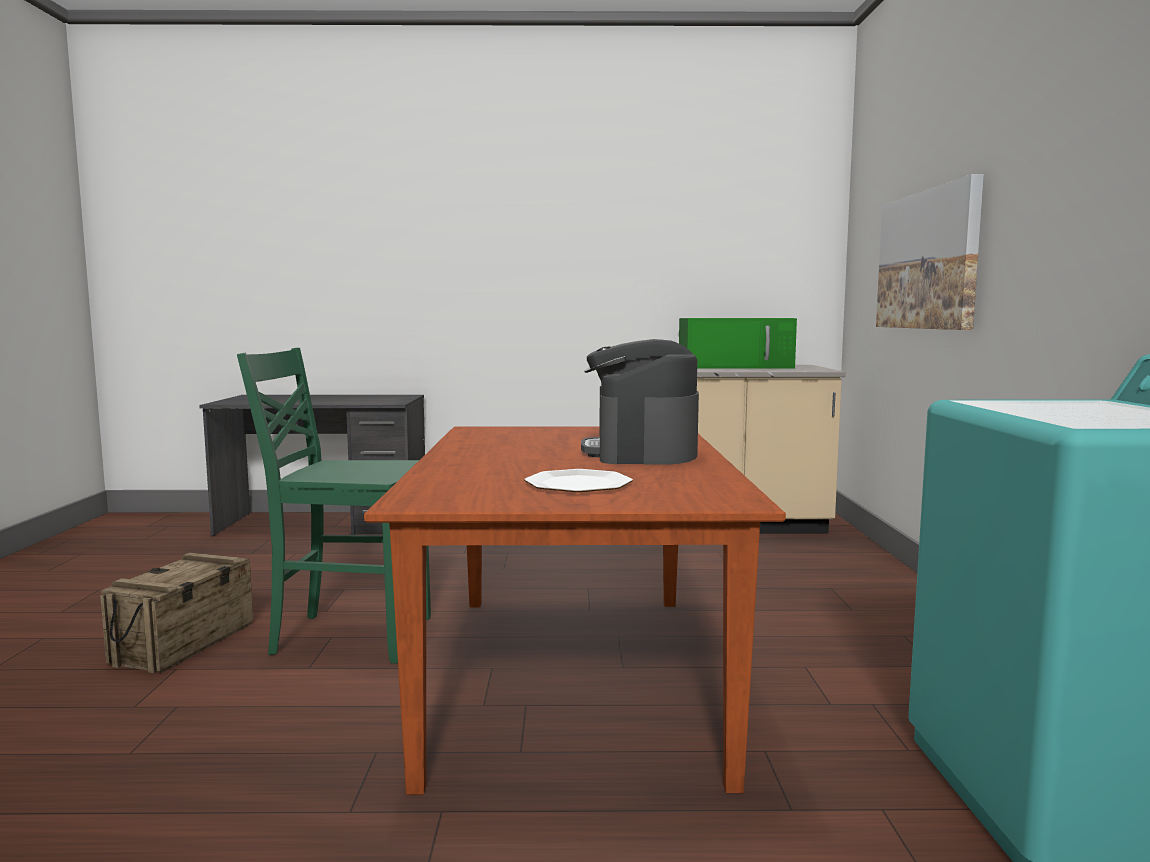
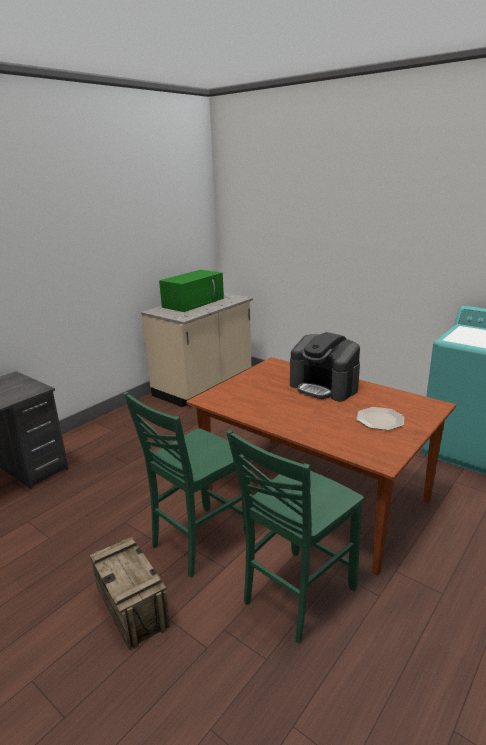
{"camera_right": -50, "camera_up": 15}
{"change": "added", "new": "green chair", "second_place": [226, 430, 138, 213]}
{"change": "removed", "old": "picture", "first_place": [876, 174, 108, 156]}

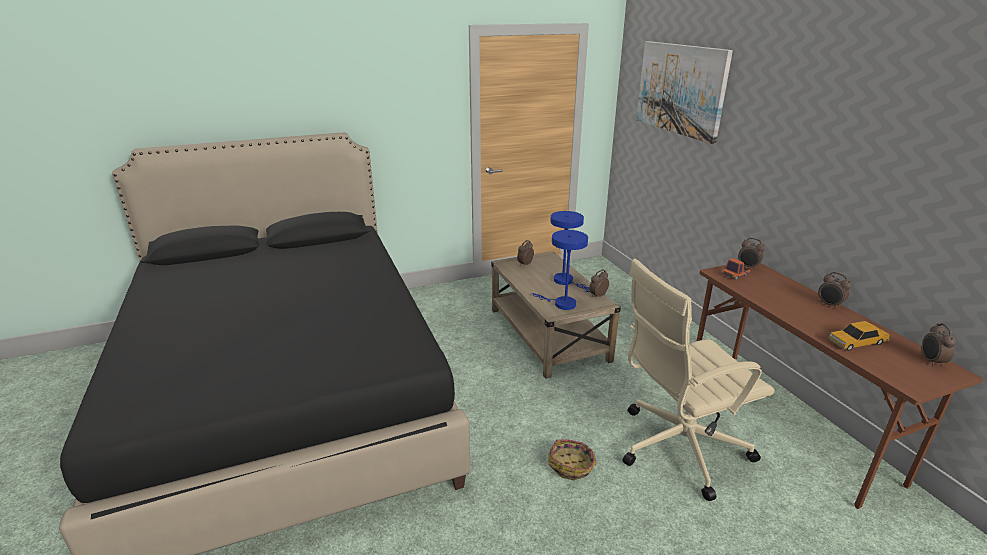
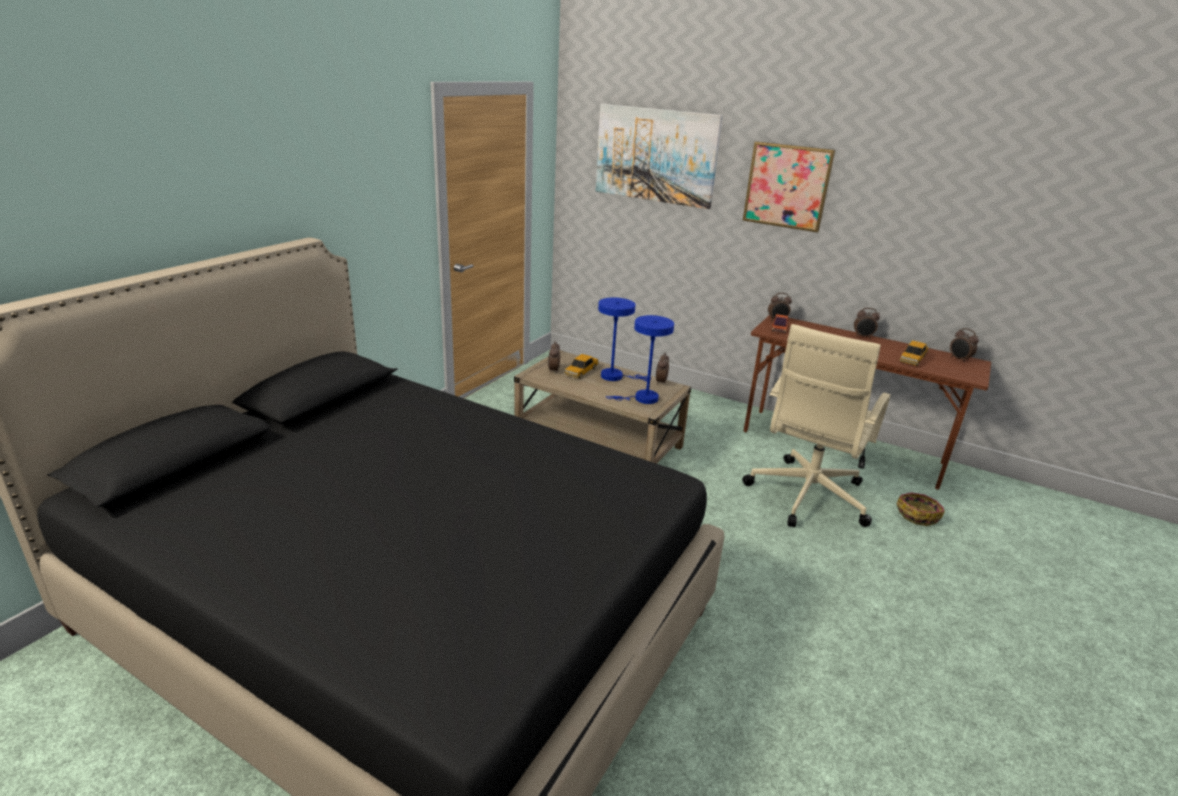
{"camera_right": -40, "camera_up": 0}
{"change": "added", "new": "toy car", "second_place": [564, 354, 35, 25]}
{"change": "added", "new": "picture", "second_place": [743, 141, 92, 92]}
{"change": "moved", "old": "basket", "first_place": [549, 440, 48, 40], "second_place": [897, 492, 48, 34]}

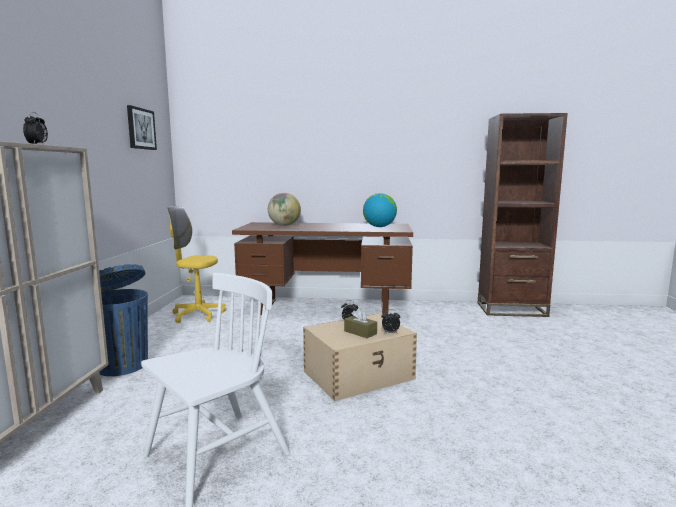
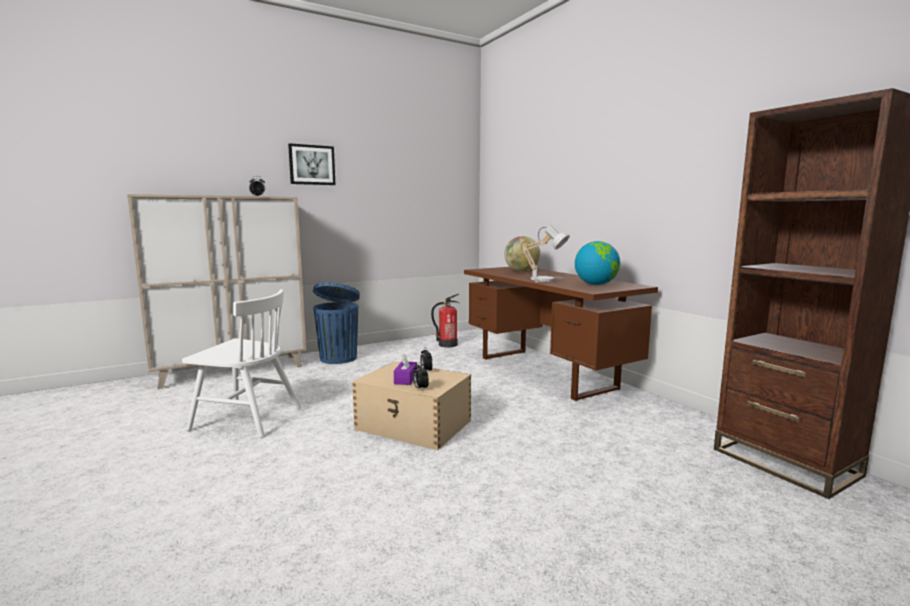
{"camera_right": 55, "camera_up": 0}
{"change": "moved", "old": "picture", "first_place": [127, 105, 30, 45], "second_place": [288, 143, 48, 42]}
{"change": "recoloured", "old": "brown tissue box", "new": "purple tissue box", "first_place": [344, 308, 33, 30], "second_place": [394, 354, 23, 31]}
{"change": "replaced", "old": "yellow office chair", "new": "fire extinguisher", "first_place": [167, 206, 58, 117], "second_place": [431, 294, 28, 53]}
{"change": "added", "new": "table lamp", "second_place": [521, 225, 49, 57]}

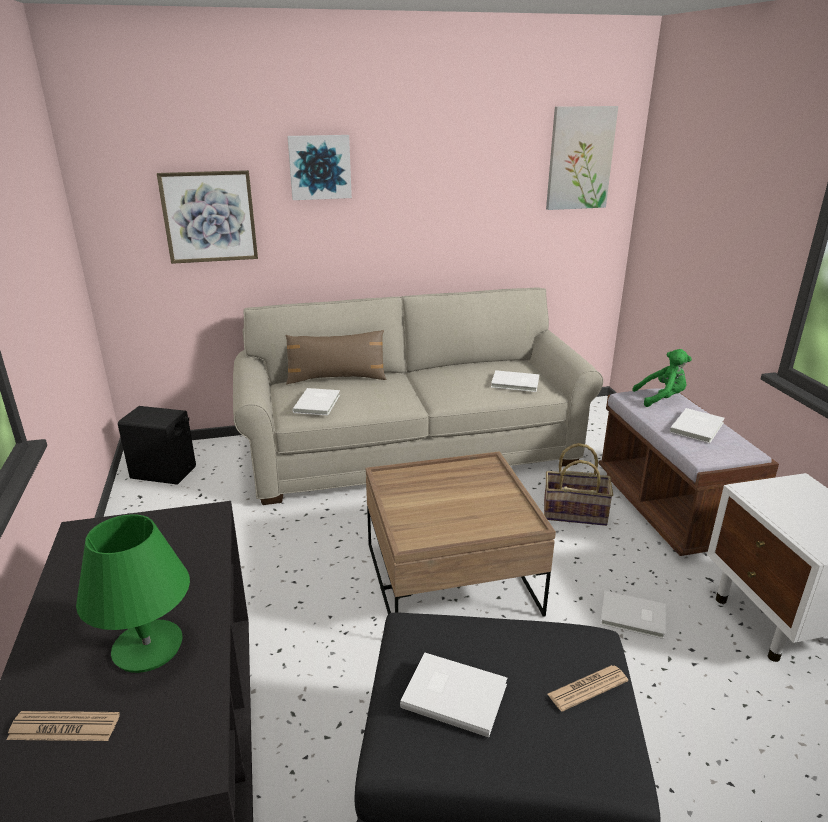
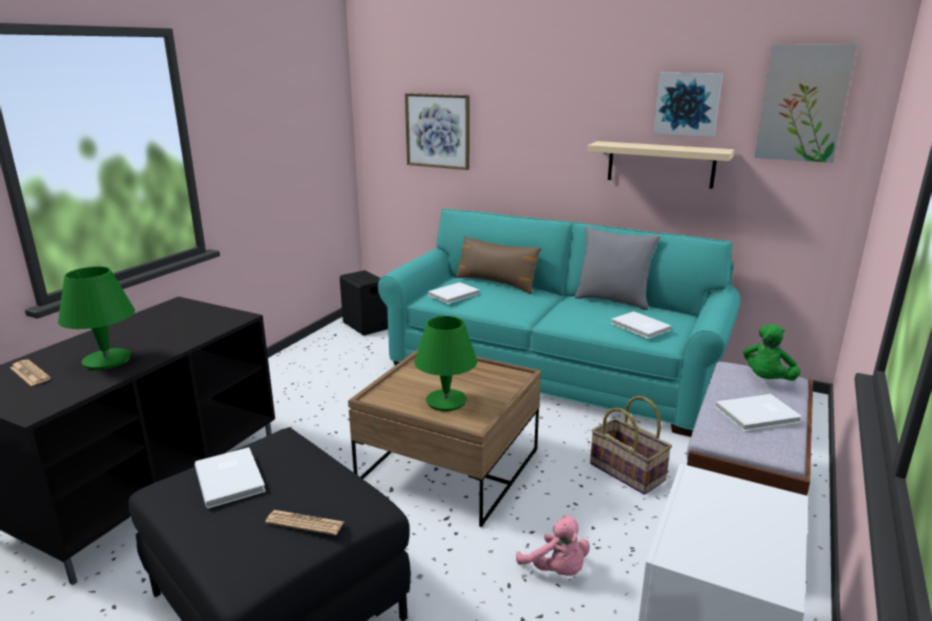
{"camera_right": 40, "camera_up": -5}
{"change": "recoloured", "old": "beige sofa", "new": "turquoise sofa", "first_place": [233, 287, 370, 218], "second_place": [378, 209, 362, 228]}
{"change": "added", "new": "green table lamp", "second_place": [414, 316, 63, 95]}
{"change": "replaced", "old": "white book", "new": "pink plush toy", "first_place": [600, 591, 65, 48], "second_place": [516, 515, 74, 61]}
{"change": "added", "new": "grey pillow", "second_place": [575, 226, 86, 84]}
{"change": "added", "new": "beige shelf", "second_place": [587, 141, 147, 48]}
{"change": "moved", "old": "picture", "first_place": [287, 135, 65, 65], "second_place": [653, 73, 70, 64]}
{"change": "turned", "old": "green plush toy", "first_place": [632, 349, 60, 58], "second_place": [743, 324, 58, 57], "degrees": 90}

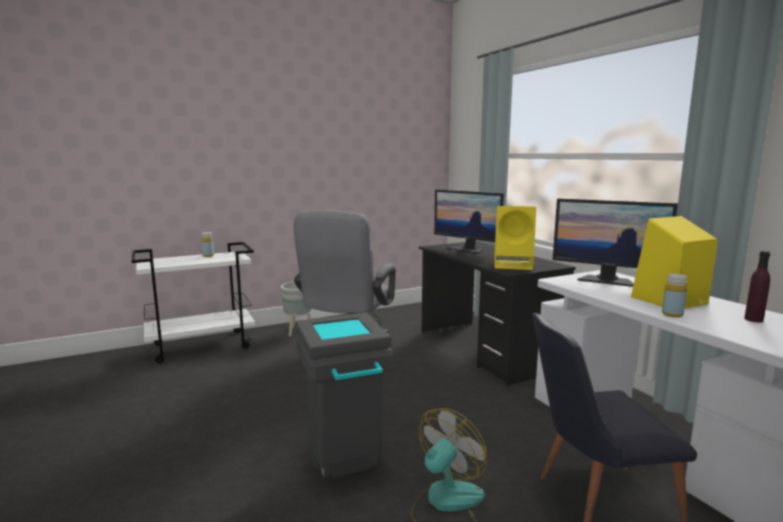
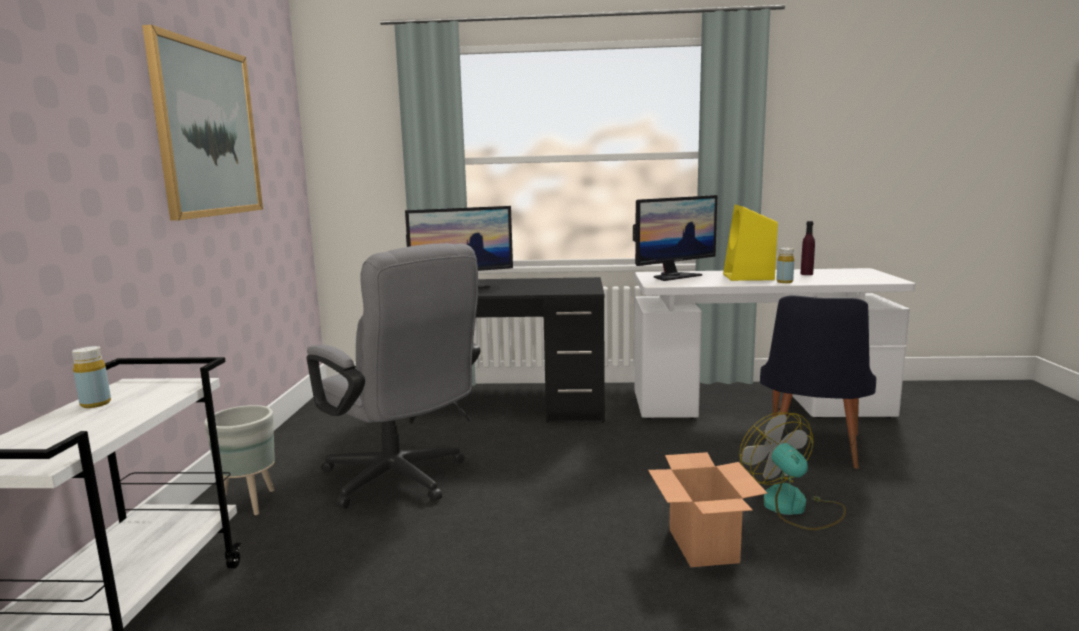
{"camera_right": -60, "camera_up": 0}
{"change": "added", "new": "picture", "second_place": [142, 25, 121, 196]}
{"change": "replaced", "old": "grey trash can", "new": "cardboard box", "first_place": [295, 313, 99, 166], "second_place": [648, 452, 119, 115]}
{"change": "removed", "old": "yellow speaker", "first_place": [494, 206, 42, 64]}

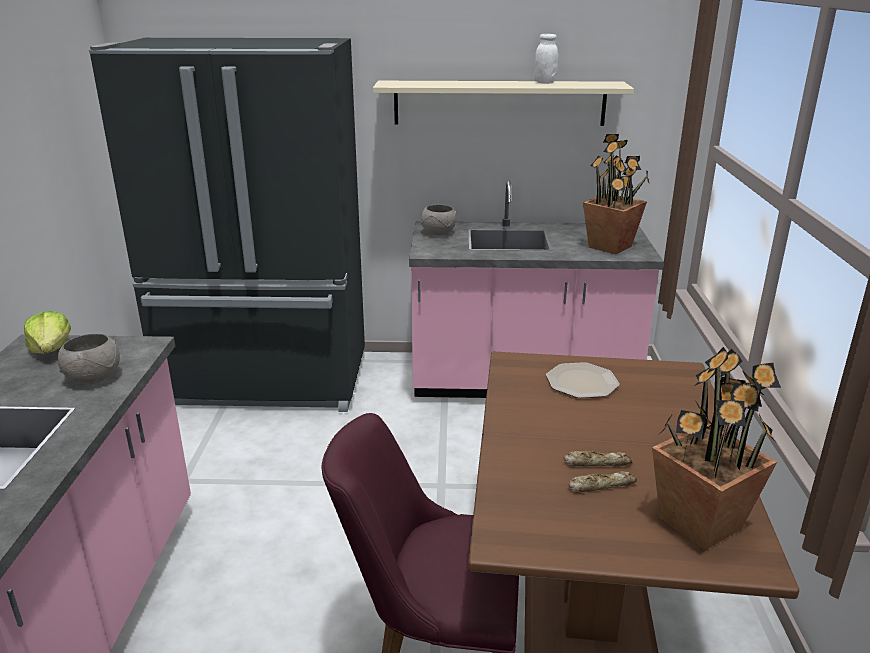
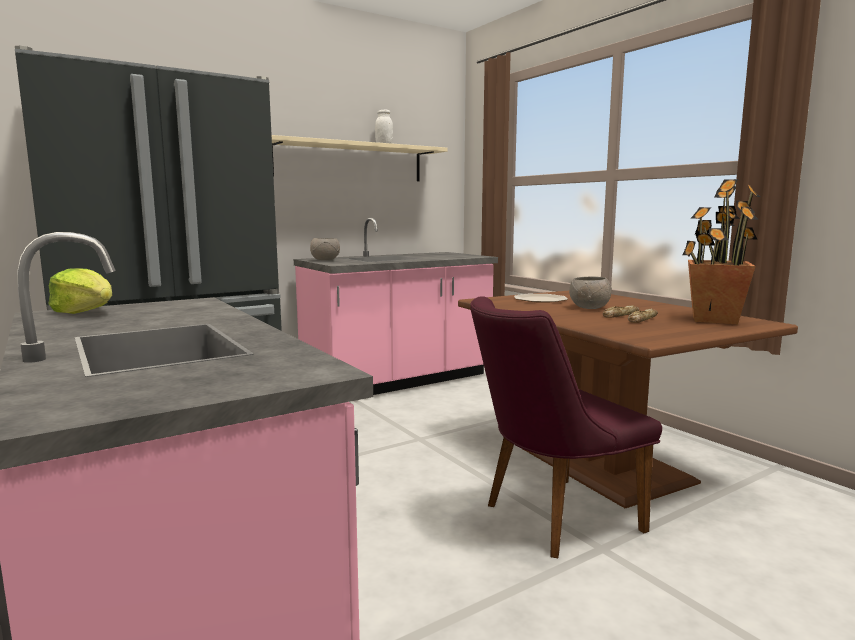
{"camera_right": -35, "camera_up": -15}
{"change": "moved", "old": "grey bowl", "first_place": [58, 333, 62, 51], "second_place": [569, 277, 43, 32]}
{"change": "removed", "old": "potted plant", "first_place": [583, 134, 67, 120]}

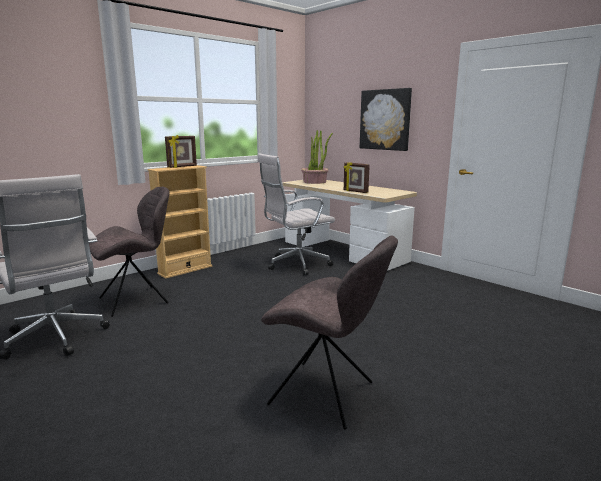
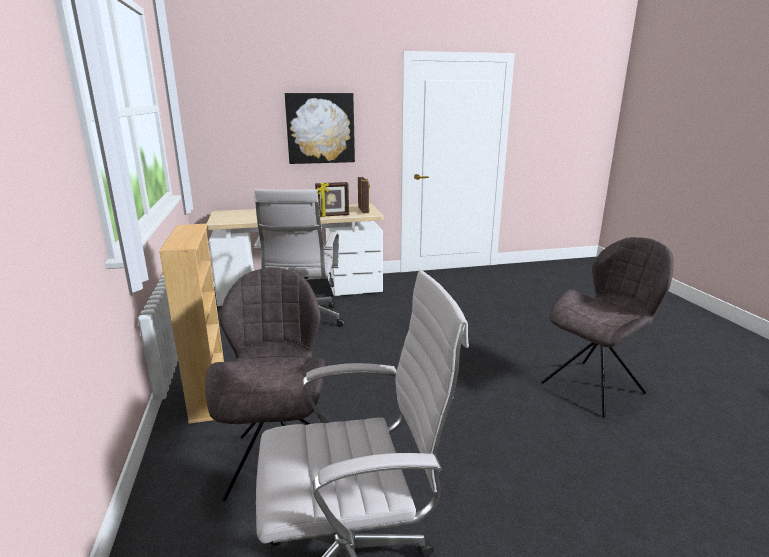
{"camera_right": -60, "camera_up": 5}
{"change": "moved", "old": "picture frame", "first_place": [165, 135, 32, 33], "second_place": [358, 177, 12, 36]}
{"change": "removed", "old": "potted plant", "first_place": [301, 130, 32, 54]}

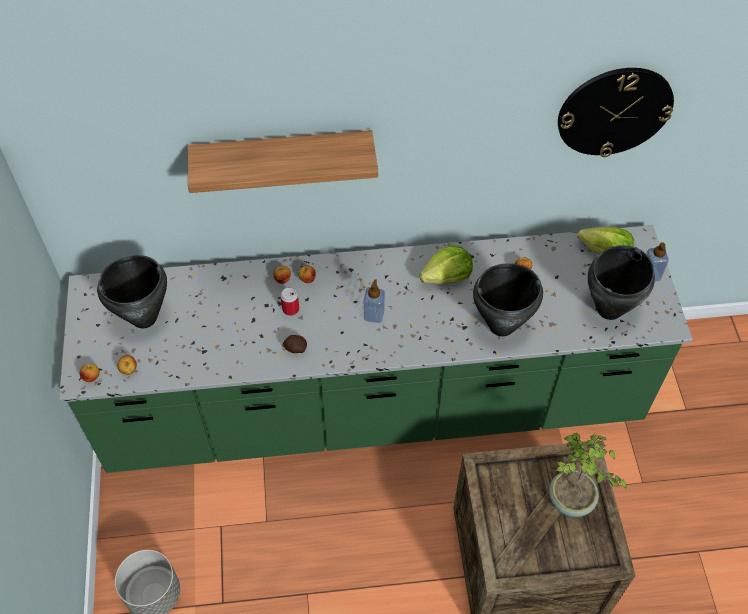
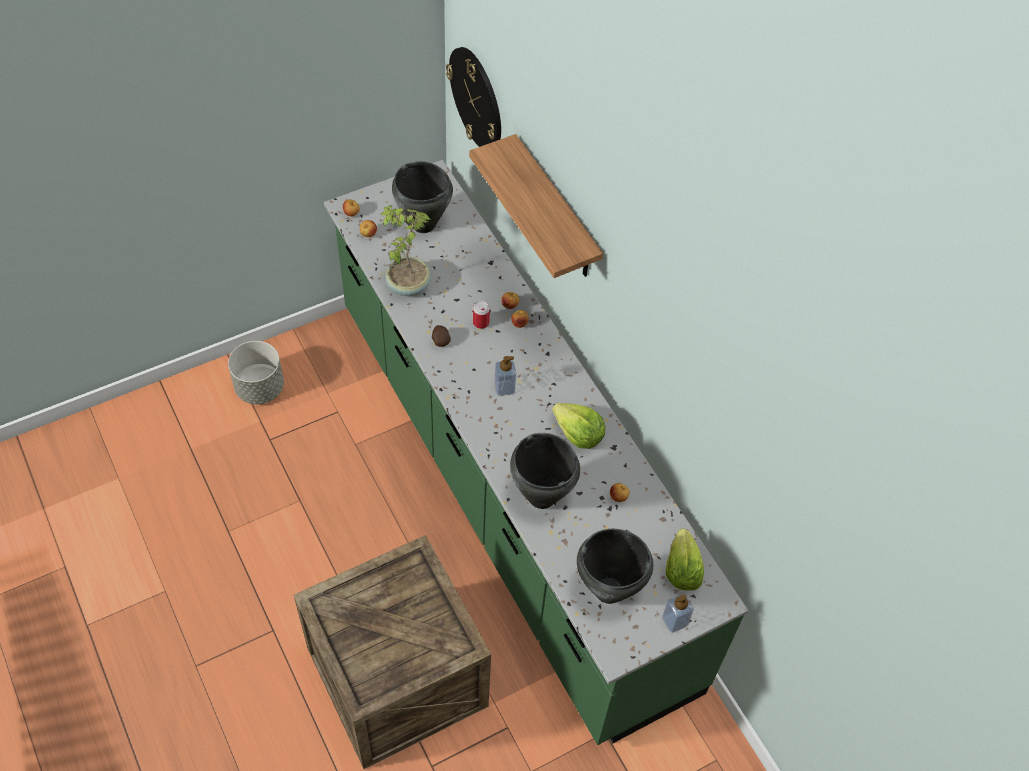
{"camera_right": 65, "camera_up": 0}
{"change": "moved", "old": "potted plant", "first_place": [549, 433, 78, 84], "second_place": [380, 205, 51, 91]}
{"change": "moved", "old": "wall clock", "first_place": [558, 68, 116, 89], "second_place": [446, 47, 55, 100]}

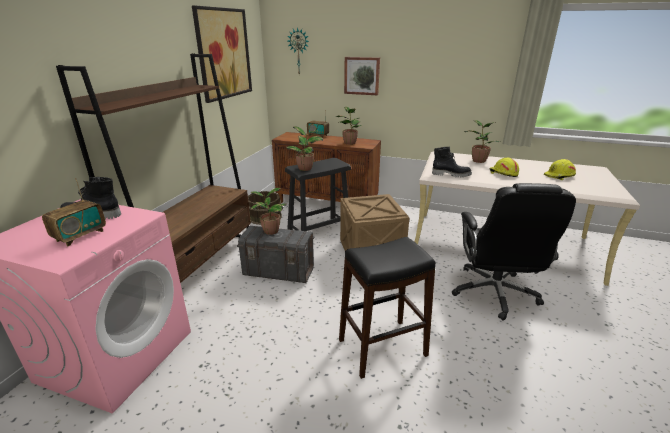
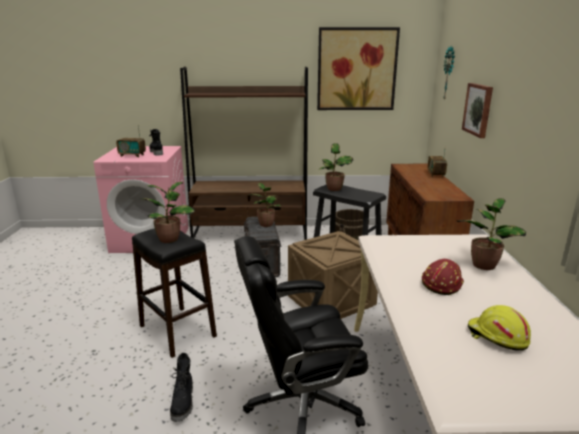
{"camera_right": 70, "camera_up": -5}
{"change": "moved", "old": "potted plant", "first_place": [335, 107, 27, 38], "second_place": [142, 182, 53, 61]}
{"change": "moved", "old": "black boot", "first_place": [432, 147, 40, 30], "second_place": [170, 353, 23, 69]}
{"change": "recoloured", "old": "yellow hard hat", "new": "red hard hat", "first_place": [489, 158, 30, 19], "second_place": [422, 259, 42, 36]}

